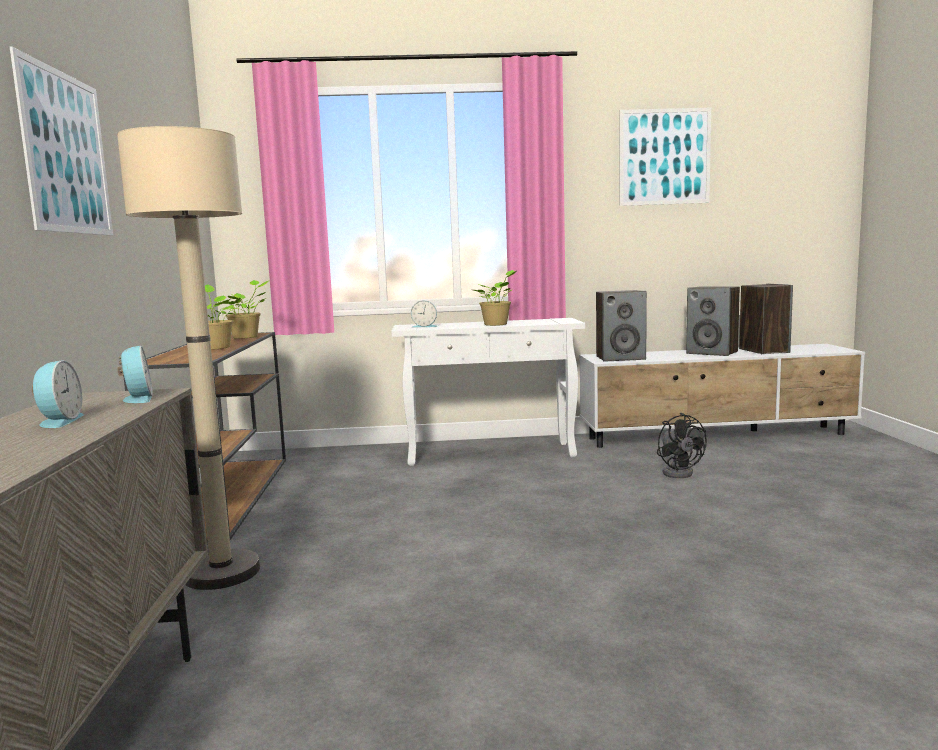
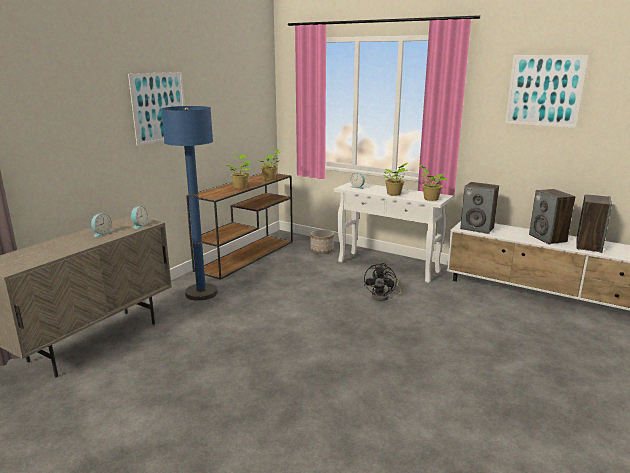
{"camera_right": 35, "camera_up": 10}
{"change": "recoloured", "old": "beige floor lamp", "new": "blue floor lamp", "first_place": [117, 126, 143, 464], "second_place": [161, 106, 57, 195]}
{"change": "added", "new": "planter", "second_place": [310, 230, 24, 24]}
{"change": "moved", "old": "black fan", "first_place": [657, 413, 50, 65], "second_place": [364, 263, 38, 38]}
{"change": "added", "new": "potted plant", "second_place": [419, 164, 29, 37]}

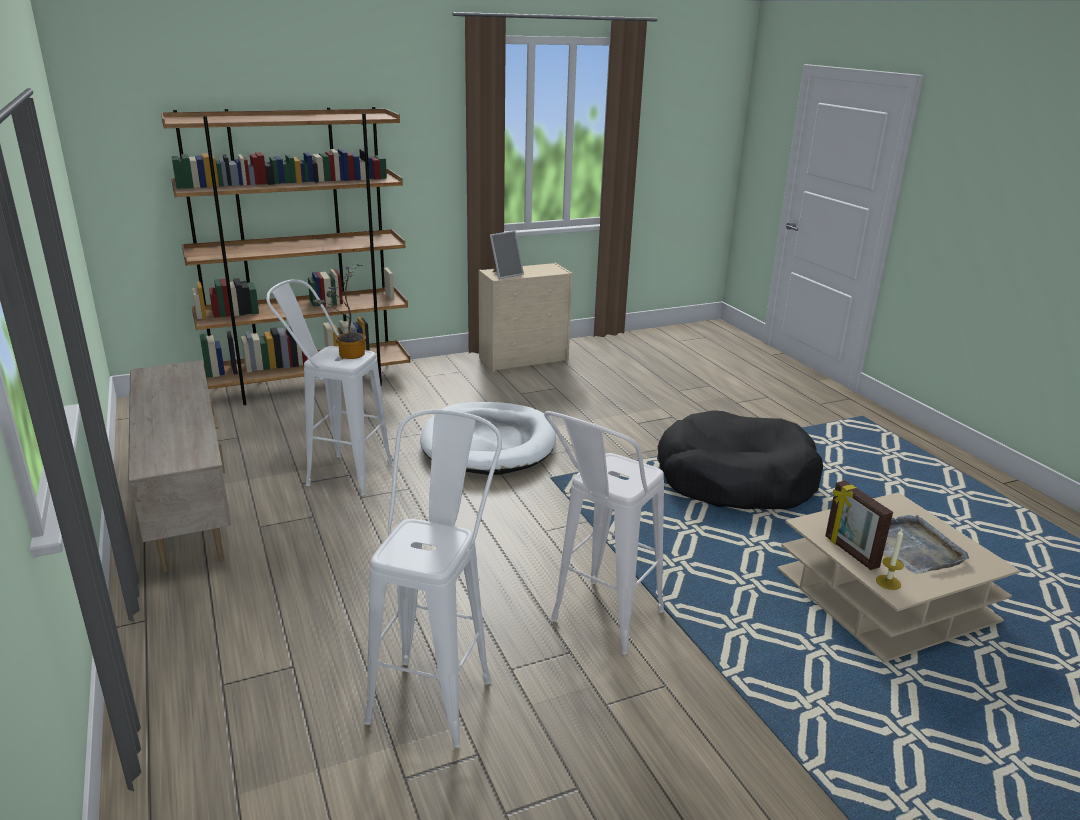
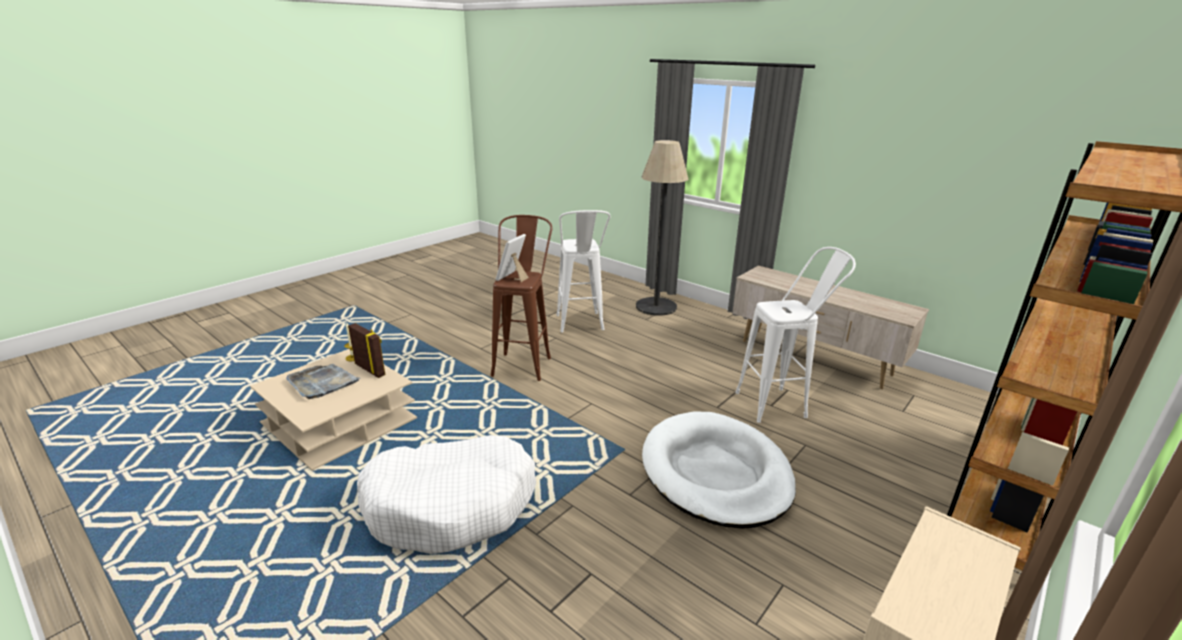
{"camera_right": 155, "camera_up": 0}
{"change": "recoloured", "old": "black dog bed", "new": "white dog bed", "first_place": [657, 410, 166, 99], "second_place": [357, 435, 179, 119]}
{"change": "recoloured", "old": "white stool", "new": "brown stool", "first_place": [544, 411, 120, 244], "second_place": [491, 215, 61, 166]}
{"change": "moved", "old": "picture frame", "first_place": [490, 231, 34, 48], "second_place": [496, 234, 33, 48]}
{"change": "added", "new": "floor lamp", "second_place": [636, 140, 52, 176]}
{"change": "removed", "old": "potted plant", "first_place": [313, 264, 53, 95]}

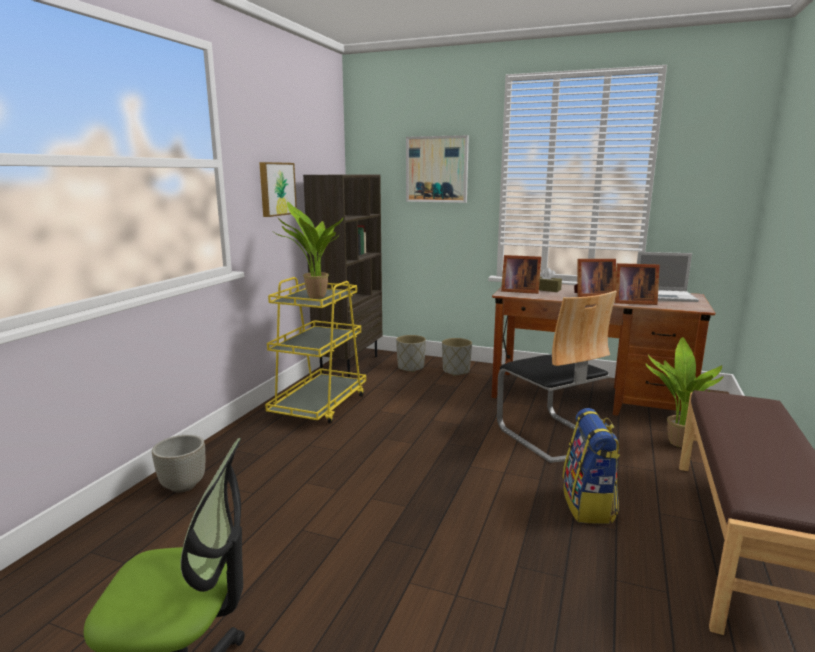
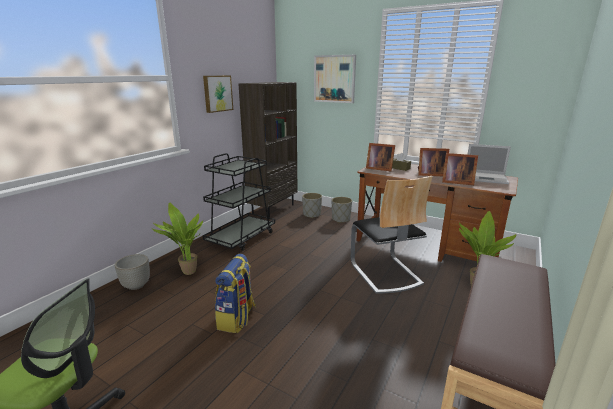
{"camera_right": 10, "camera_up": 5}
{"change": "moved", "old": "potted plant", "first_place": [274, 202, 69, 97], "second_place": [152, 202, 51, 73]}
{"change": "recoloured", "old": "yellow cart", "new": "black cart", "first_place": [265, 277, 101, 147], "second_place": [203, 153, 72, 98]}
{"change": "moved", "old": "backpack", "first_place": [563, 408, 57, 116], "second_place": [215, 254, 41, 79]}

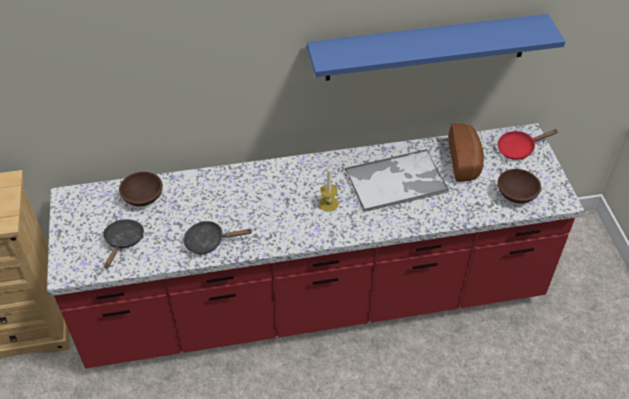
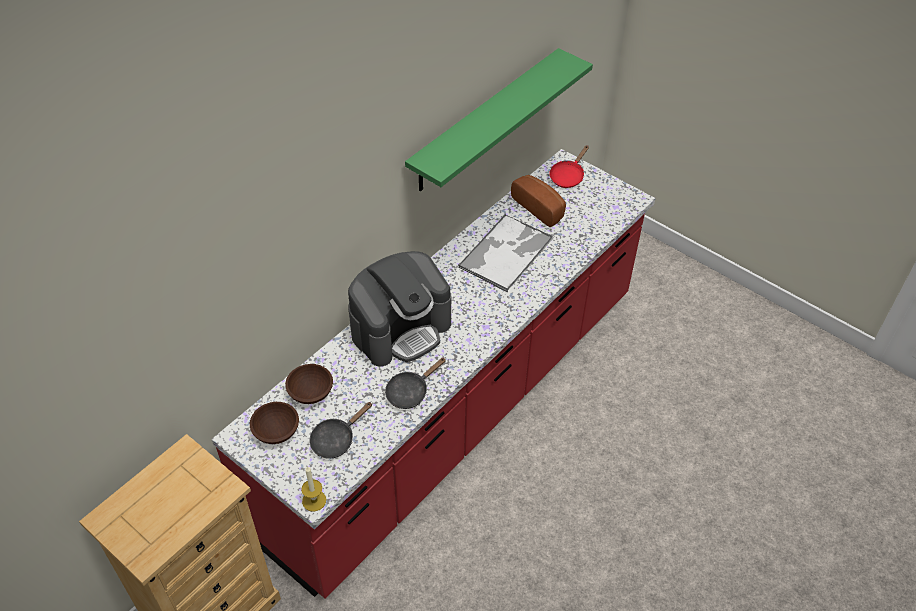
{"camera_right": -40, "camera_up": 0}
{"change": "moved", "old": "brown bowl", "first_place": [498, 169, 43, 34], "second_place": [250, 402, 49, 42]}
{"change": "moved", "old": "candle", "first_place": [319, 166, 20, 46], "second_place": [301, 466, 25, 46]}
{"change": "turned", "old": "black frying pan", "first_place": [103, 219, 41, 50], "second_place": [309, 402, 63, 57], "degrees": -105}
{"change": "added", "new": "coffee machine", "second_place": [348, 251, 103, 116]}
{"change": "recoloured", "old": "blue shelf", "new": "green shelf", "first_place": [307, 14, 258, 67], "second_place": [405, 48, 188, 143]}

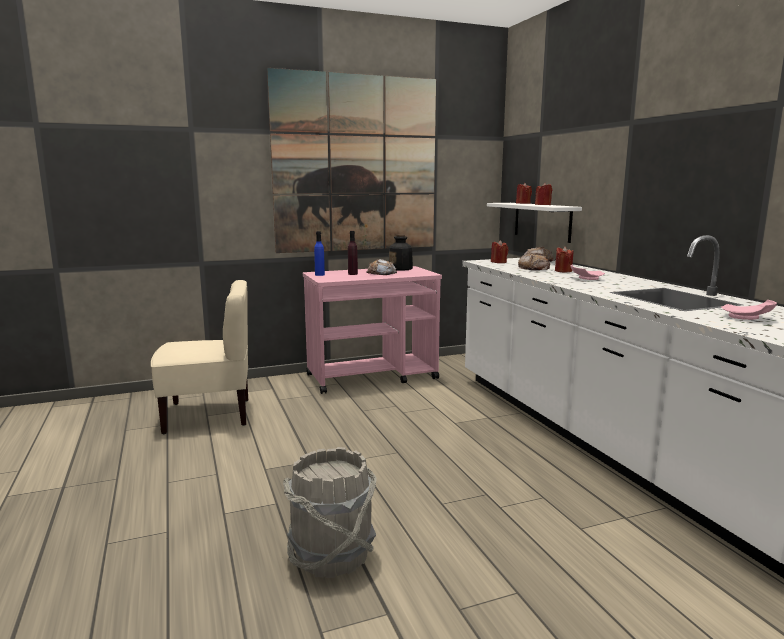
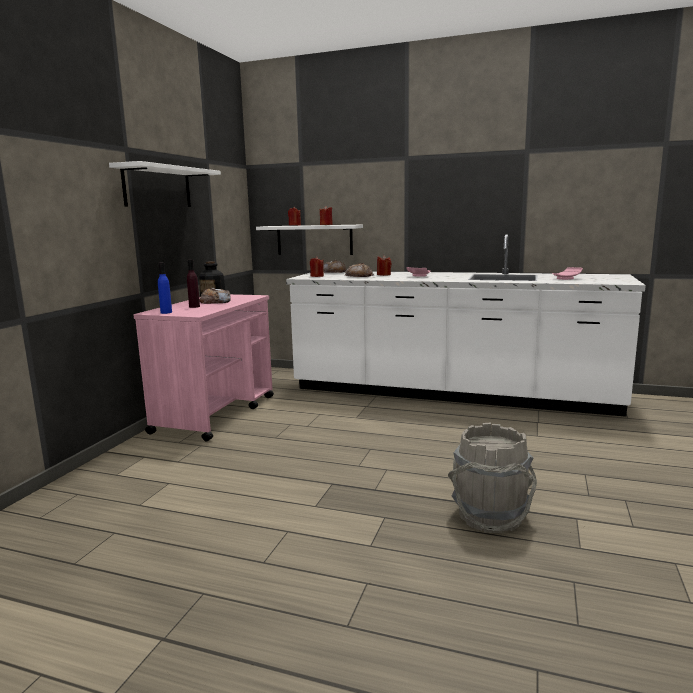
{"camera_right": -50, "camera_up": 0}
{"change": "replaced", "old": "picture", "new": "white shelf", "first_place": [267, 68, 169, 185], "second_place": [109, 161, 112, 46]}
{"change": "removed", "old": "beige chair", "first_place": [151, 280, 97, 154]}

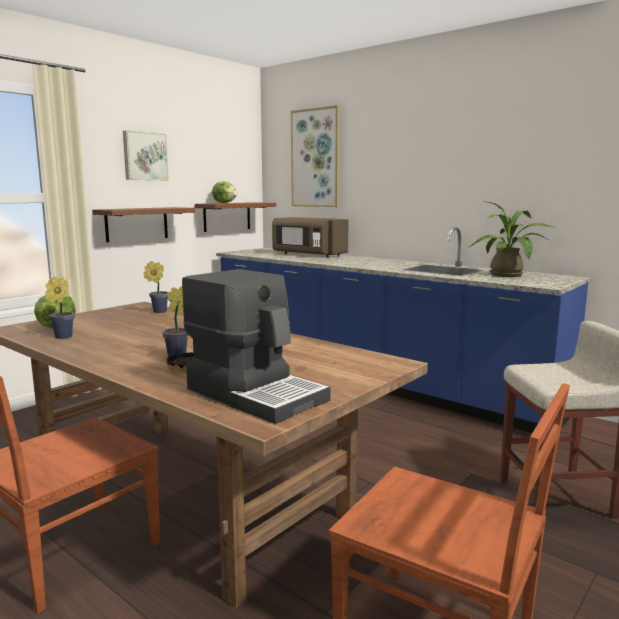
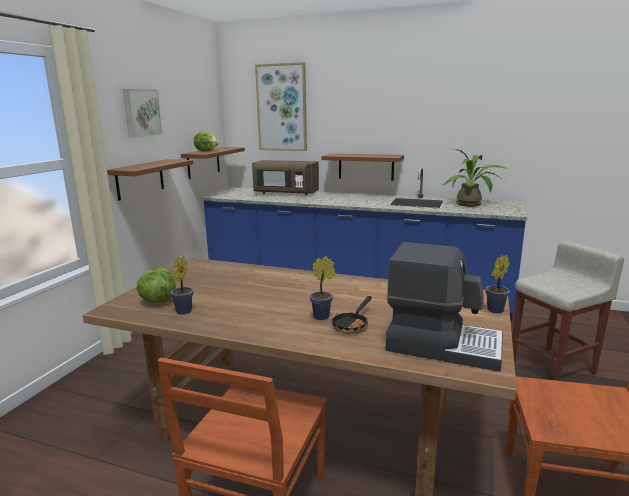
{"camera_right": -20, "camera_up": 5}
{"change": "added", "new": "brown shelf", "second_place": [322, 153, 82, 28]}
{"change": "moved", "old": "potted plant", "first_place": [144, 261, 24, 52], "second_place": [485, 255, 25, 58]}

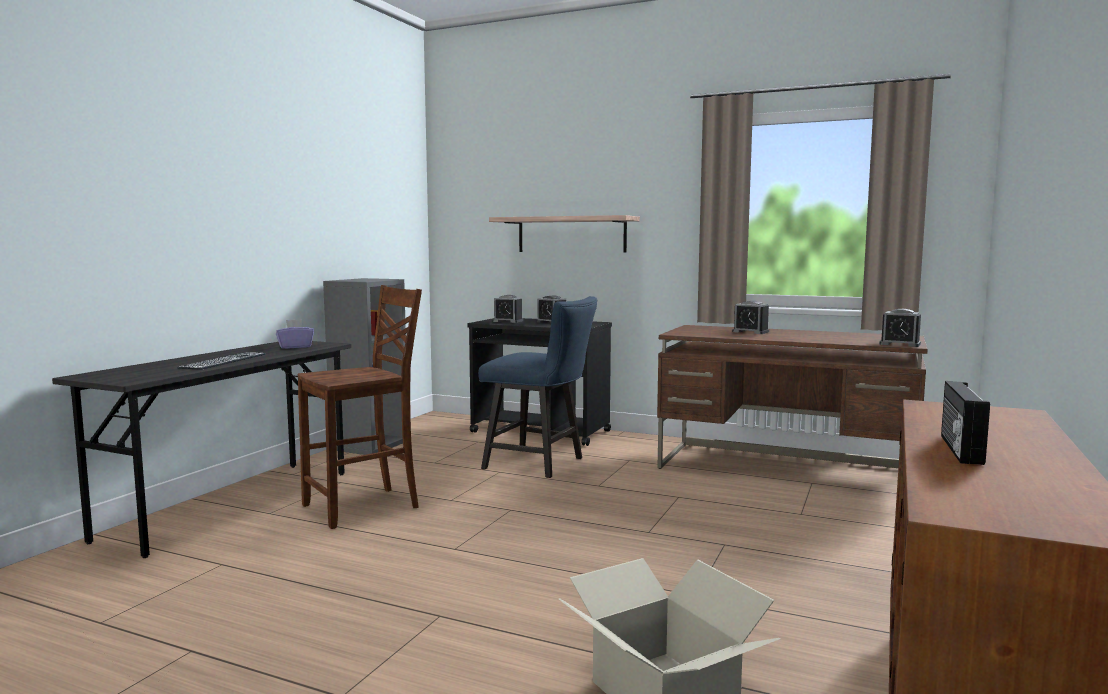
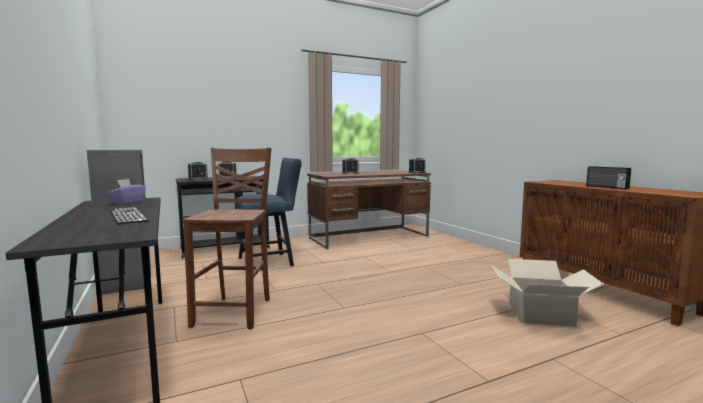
{"camera_right": -50, "camera_up": 0}
{"change": "removed", "old": "shelf", "first_place": [489, 215, 151, 38]}

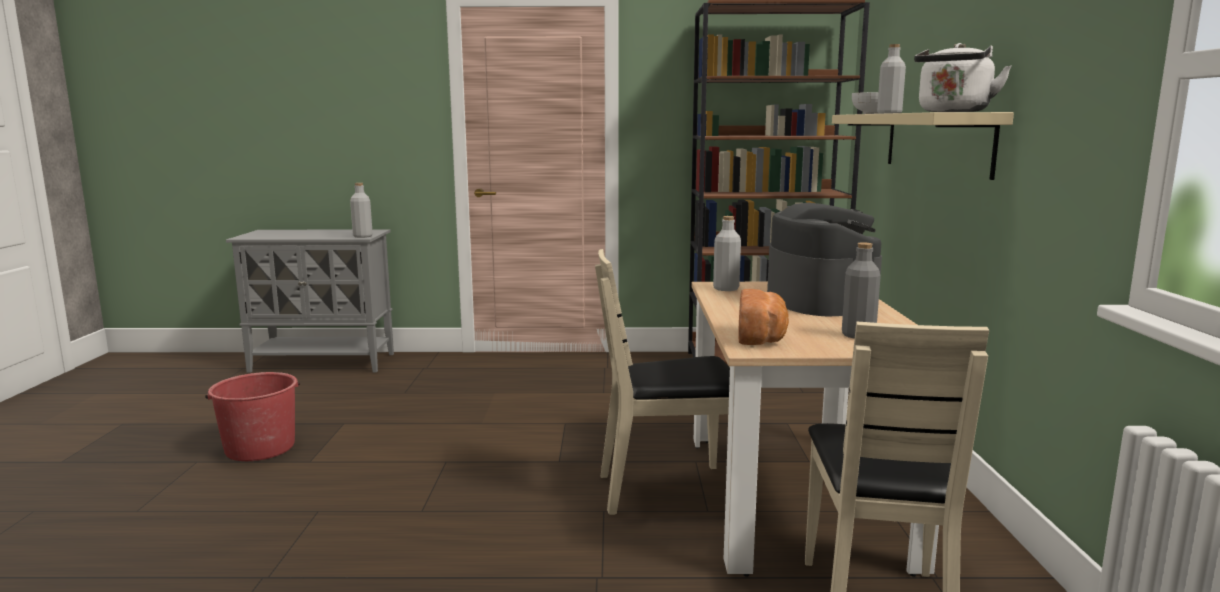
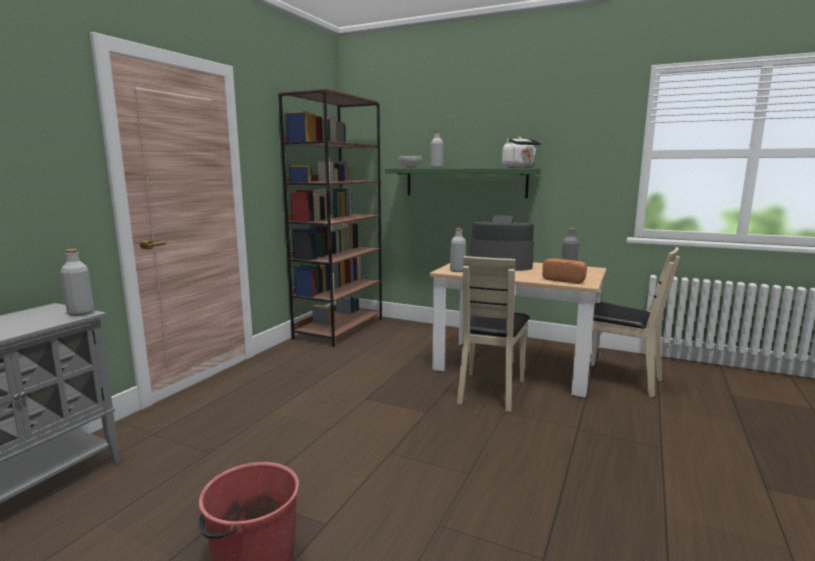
{"camera_right": -65, "camera_up": 0}
{"change": "recoloured", "old": "beige shelf", "new": "green shelf", "first_place": [832, 112, 182, 68], "second_place": [385, 168, 155, 30]}

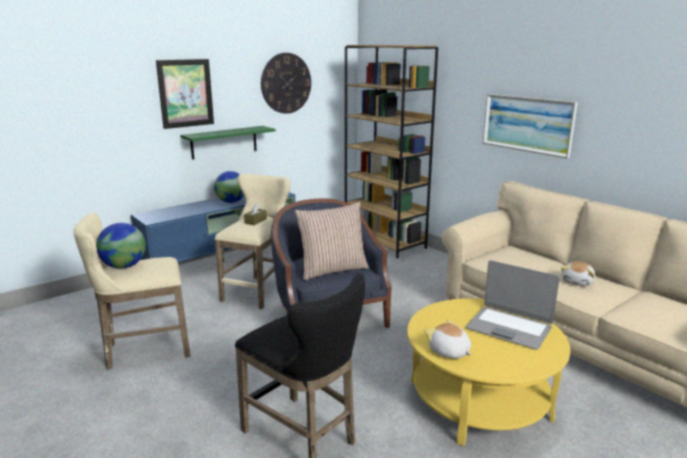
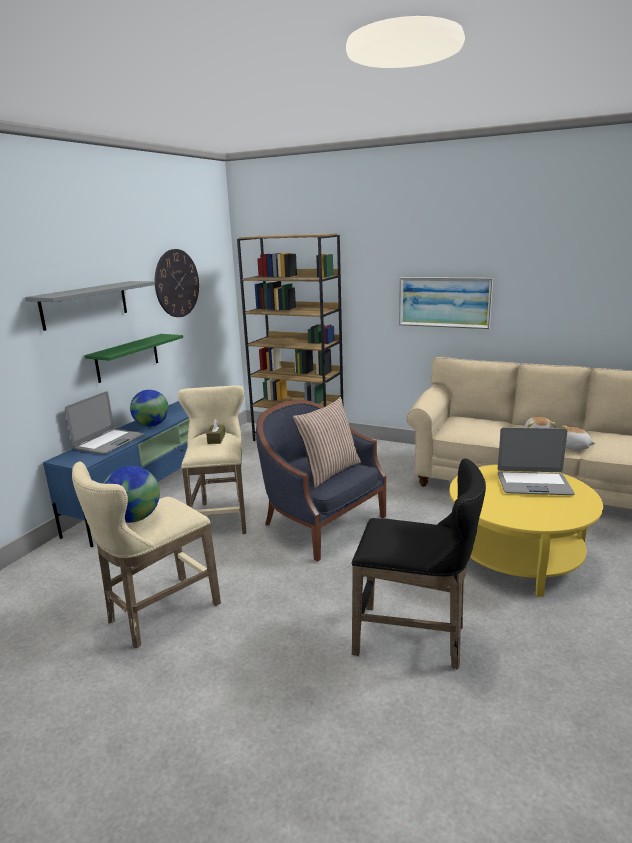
{"camera_right": -25, "camera_up": 0}
{"change": "replaced", "old": "picture", "new": "grey shelf", "first_place": [156, 59, 58, 70], "second_place": [25, 281, 130, 50]}
{"change": "added", "new": "laptop", "second_place": [65, 391, 79, 63]}
{"change": "moved", "old": "plush toy", "first_place": [425, 319, 46, 40], "second_place": [562, 425, 34, 25]}

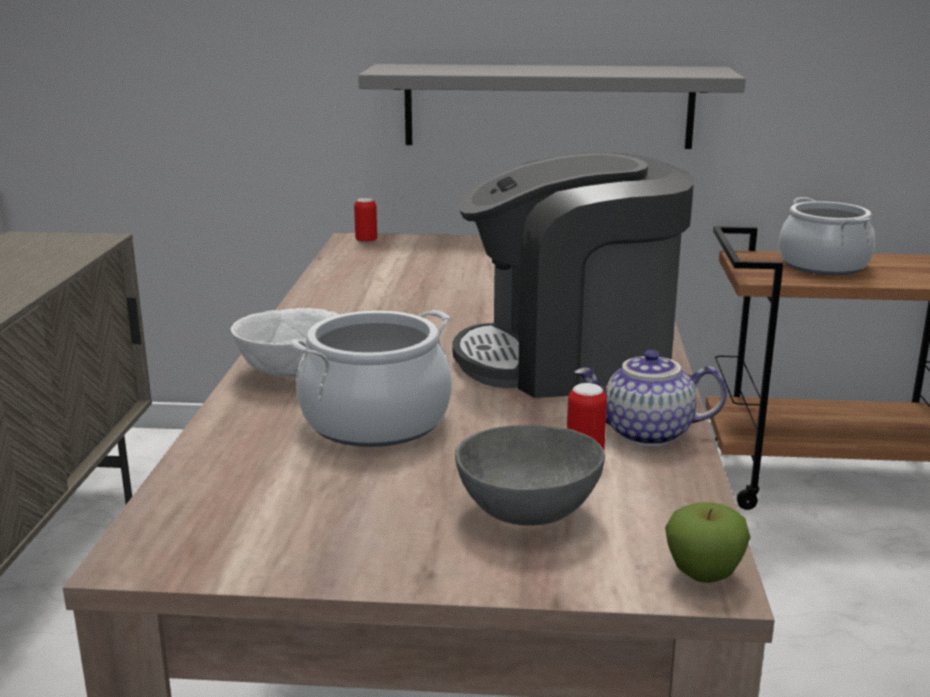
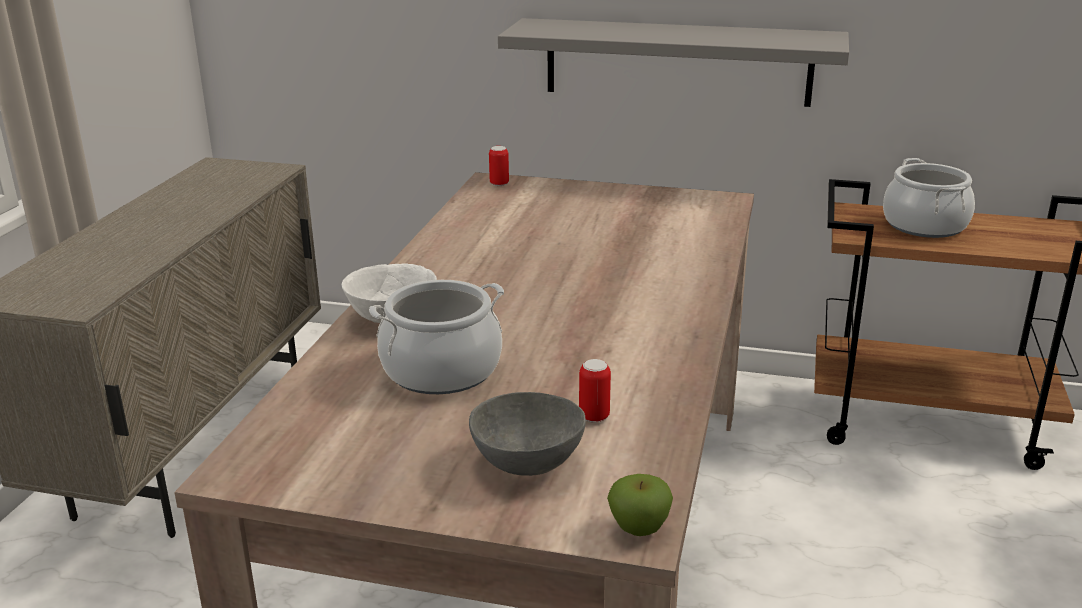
{"camera_right": 10, "camera_up": 5}
{"change": "removed", "old": "coffee machine", "first_place": [452, 152, 242, 246]}
{"change": "removed", "old": "teapot", "first_place": [574, 349, 153, 97]}

